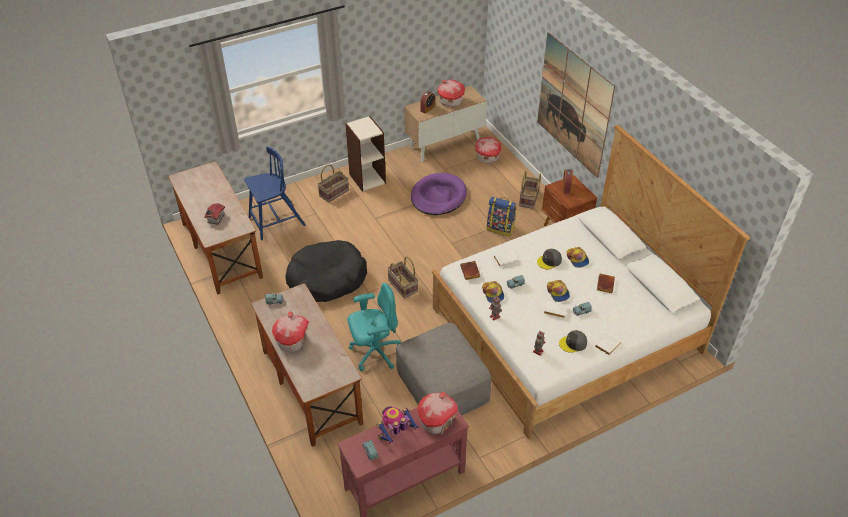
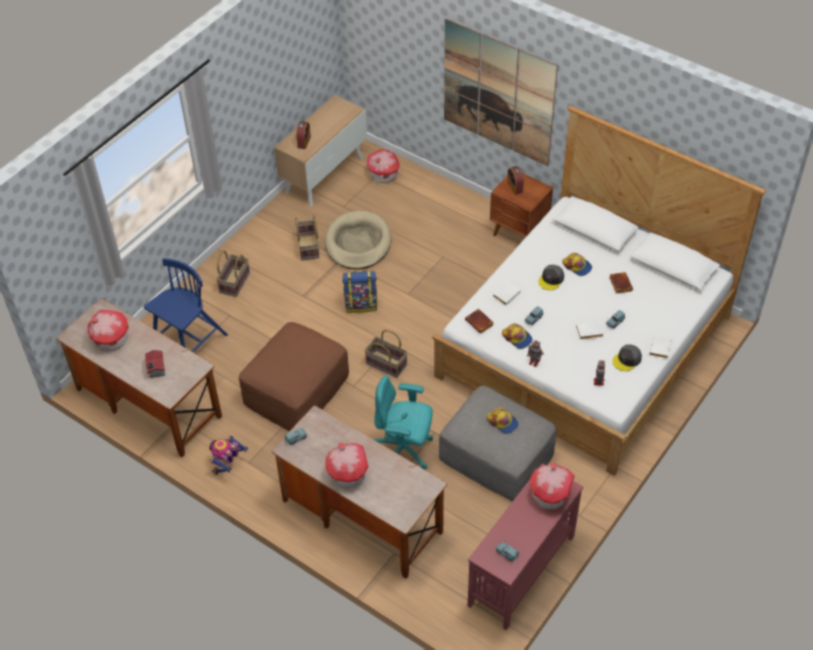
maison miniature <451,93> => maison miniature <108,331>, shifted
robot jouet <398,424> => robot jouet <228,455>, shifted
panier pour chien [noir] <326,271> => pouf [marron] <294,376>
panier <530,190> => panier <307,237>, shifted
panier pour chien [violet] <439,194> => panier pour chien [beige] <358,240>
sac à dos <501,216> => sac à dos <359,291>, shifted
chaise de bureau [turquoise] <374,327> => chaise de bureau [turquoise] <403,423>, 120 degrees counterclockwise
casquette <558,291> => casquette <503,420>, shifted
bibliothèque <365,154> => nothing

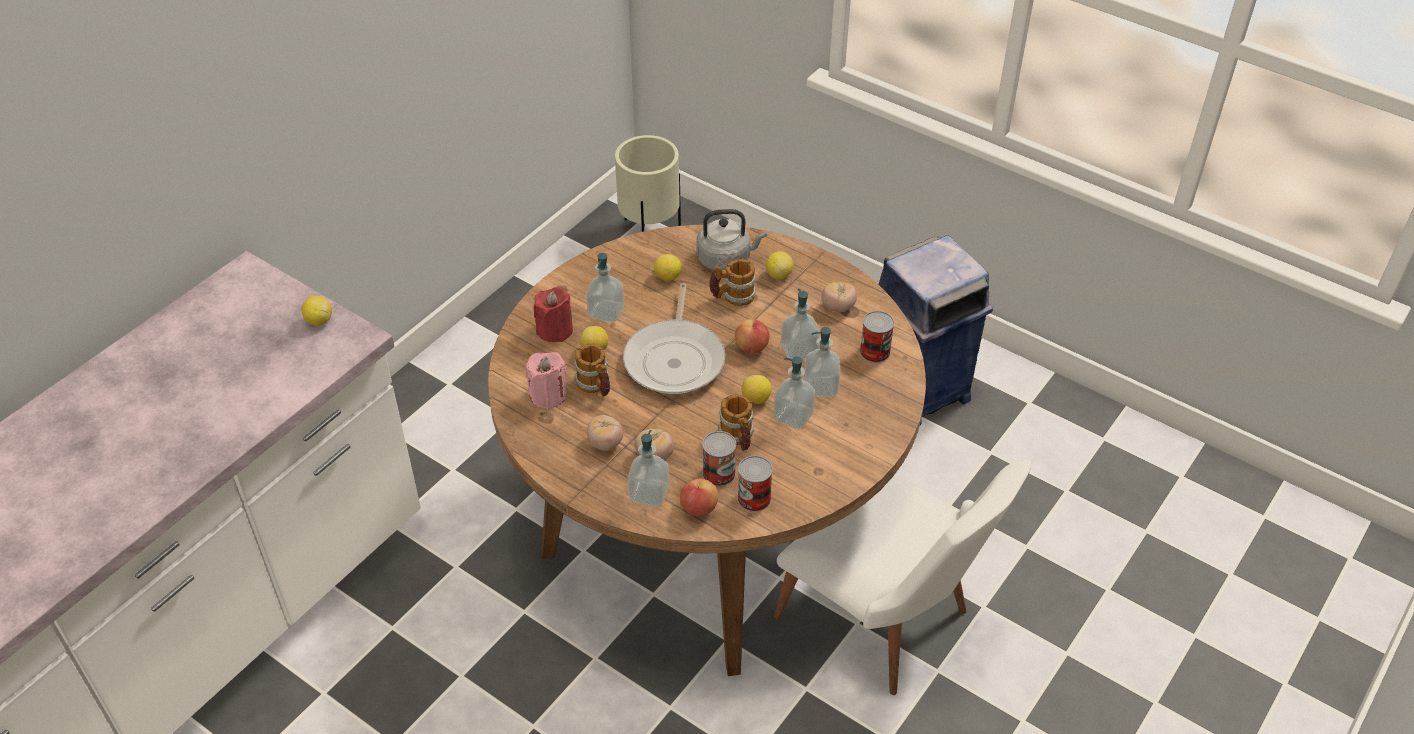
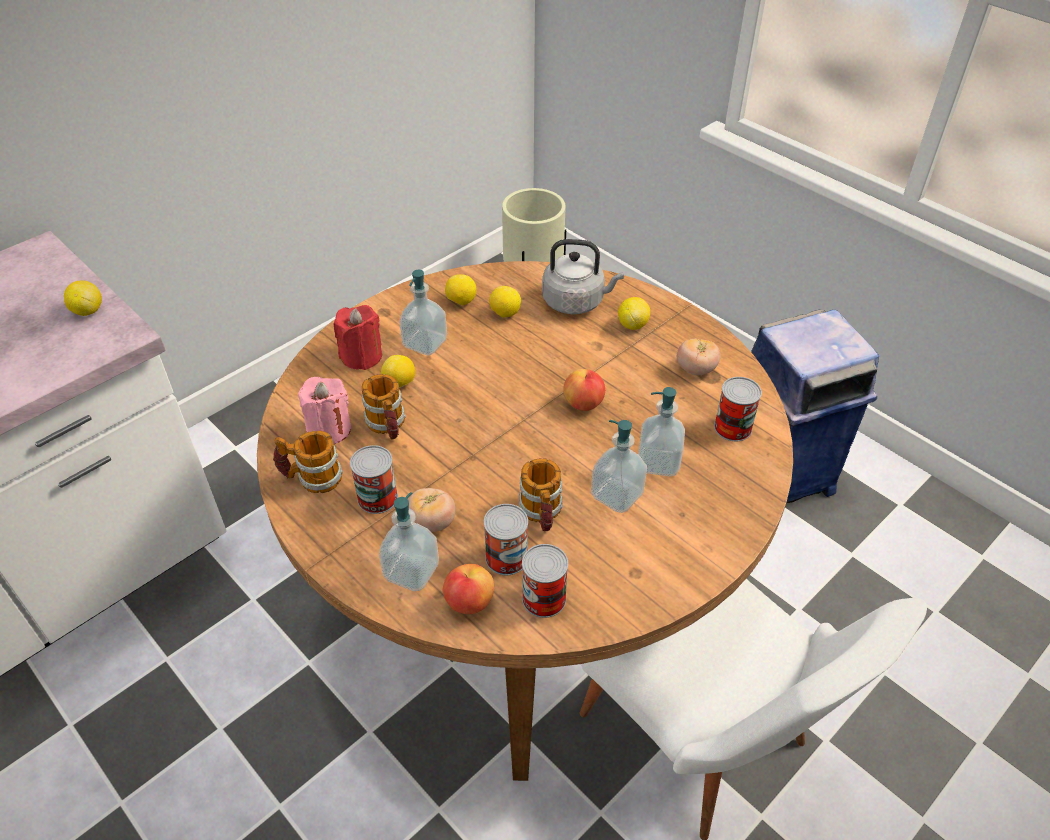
mug <732,282> => mug <308,462>, shifted
tomate <605,433> => boîte métallique <374,479>
citron <757,389> => citron <461,289>, shifted
poêle <674,338> => nothing
distributeur de savon <800,325> => nothing

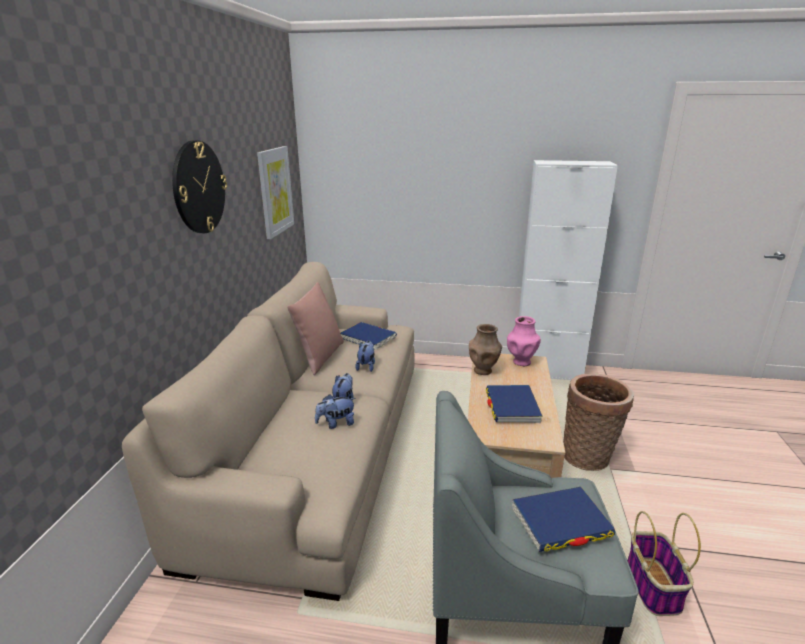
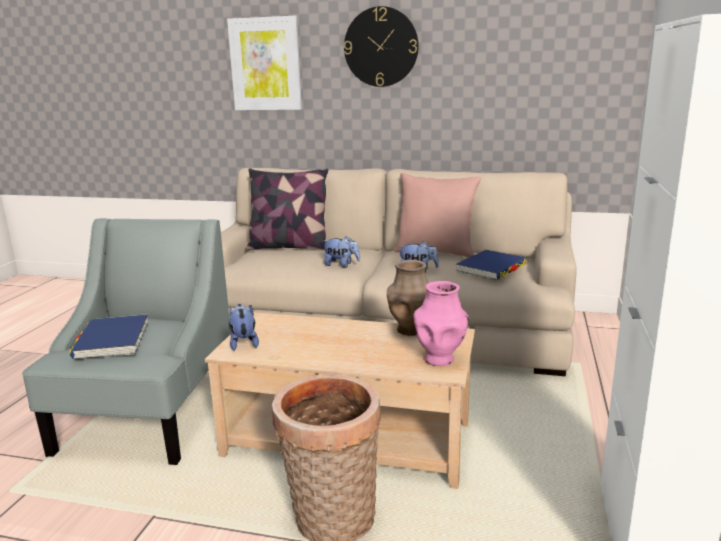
tableau <275,192> => tableau <264,63>, shifted
peluche <335,411> => peluche <244,327>, shifted
nothing => coussin <287,209>
livre [bleu] <514,404> => nothing
panier <664,563> => nothing

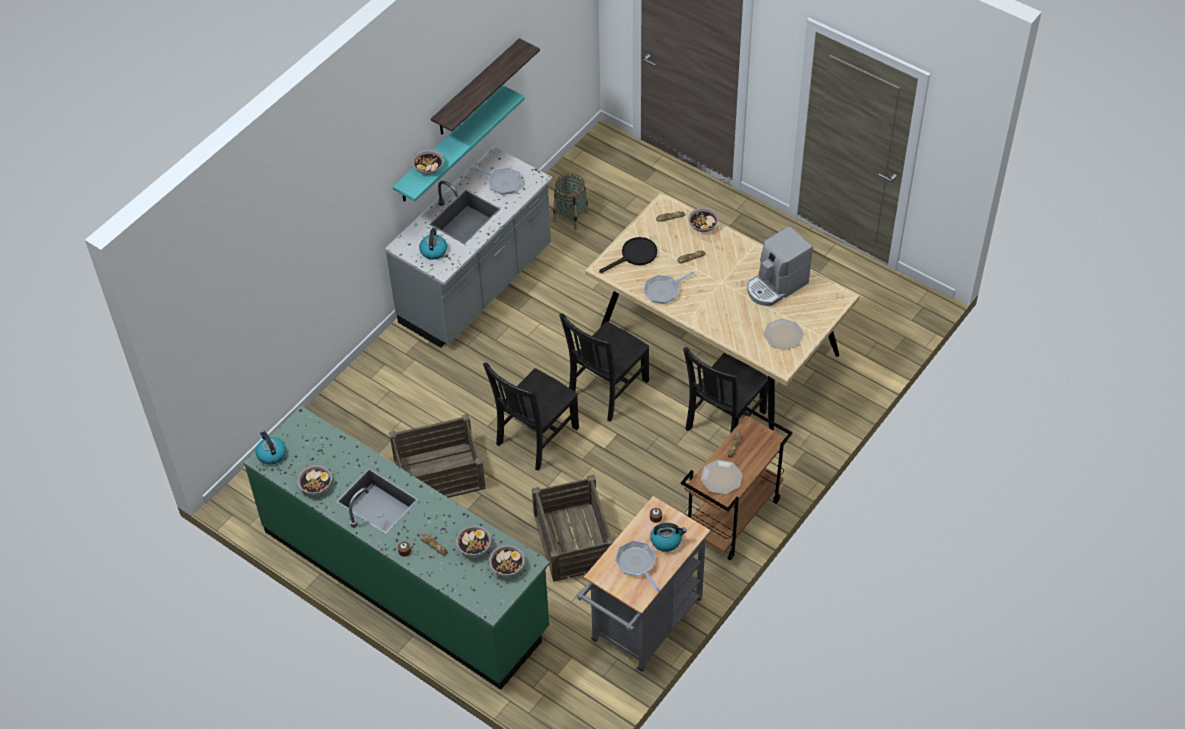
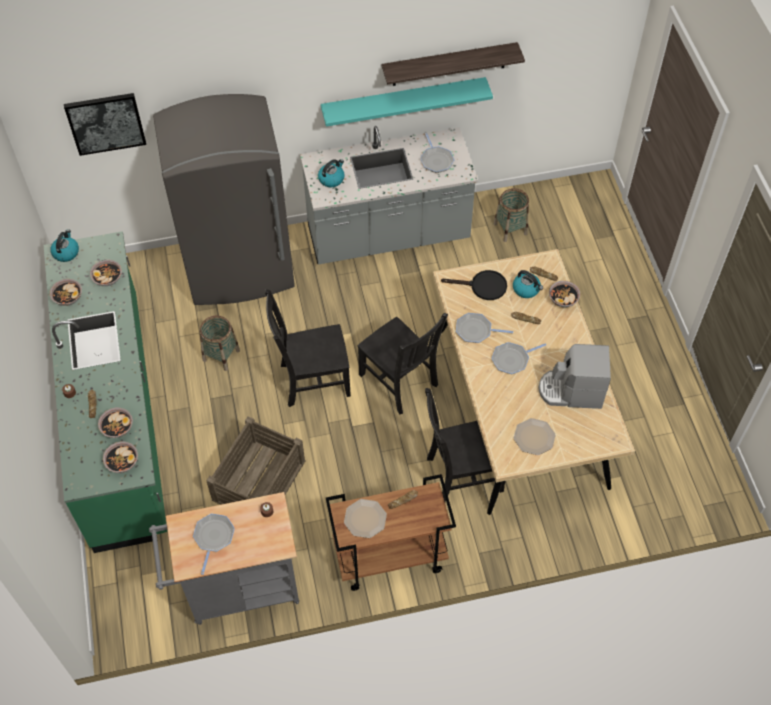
nothing => tableau <105,124>
bol <428,162> => bol <106,273>, shifted
nothing => réfrigérateur [gris] <224,199>
caisse <437,456> => panier <220,343>
chaise [noir] <604,367> => chaise [noir] <402,363>, 120 degrees counterclockwise
nothing => poêle <518,358>
bouilloire <668,537> => bouilloire <528,284>, shifted

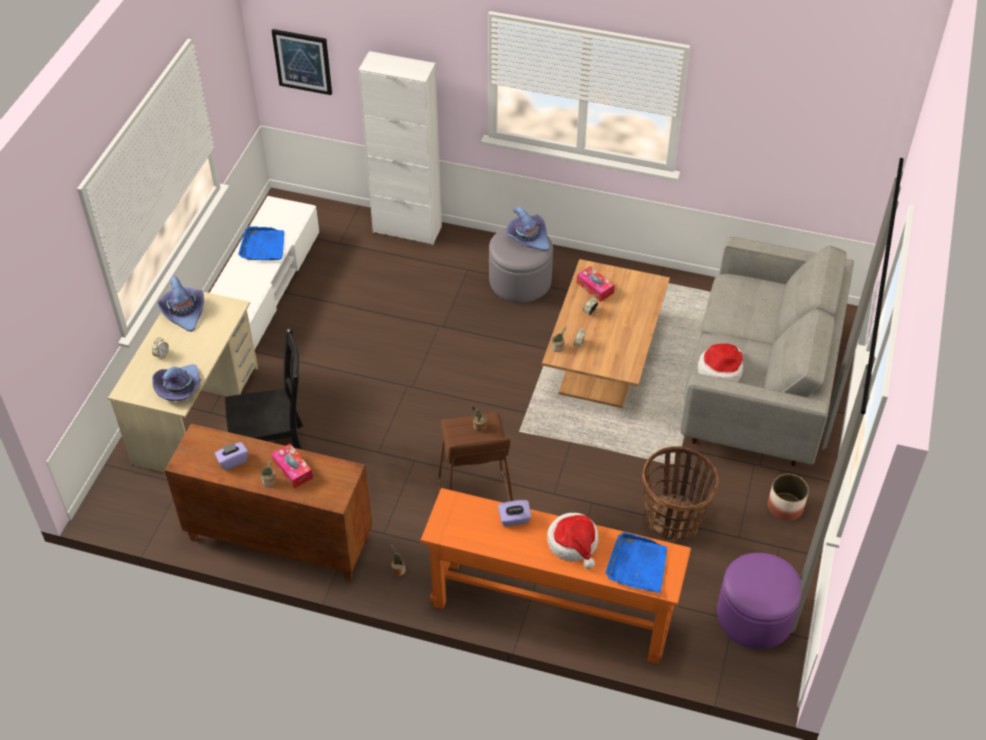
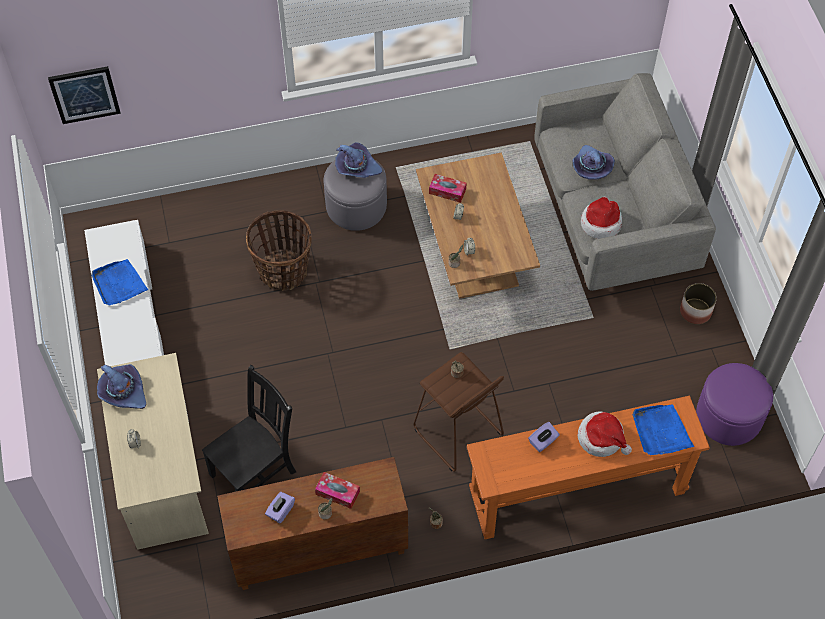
panier <680,494> => panier <279,250>, shifted
chapeau [violet] <176,382> => chapeau [violet] <594,162>, shifted
meuble de rangement [blanc] <400,148> => nothing

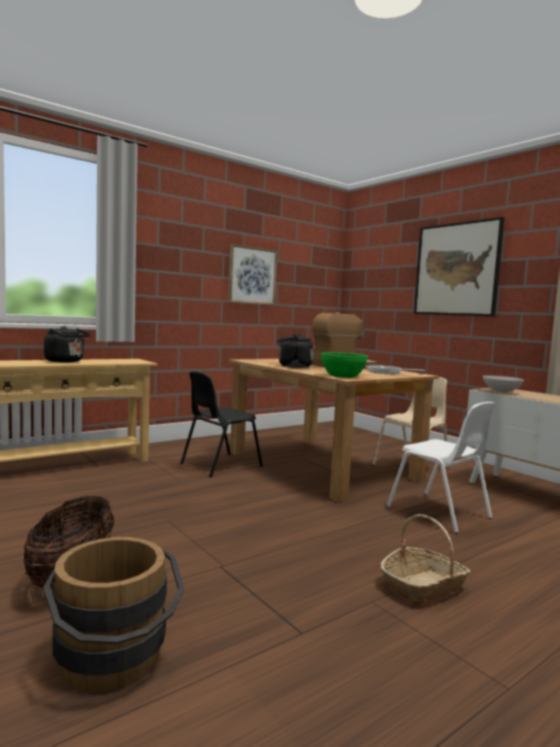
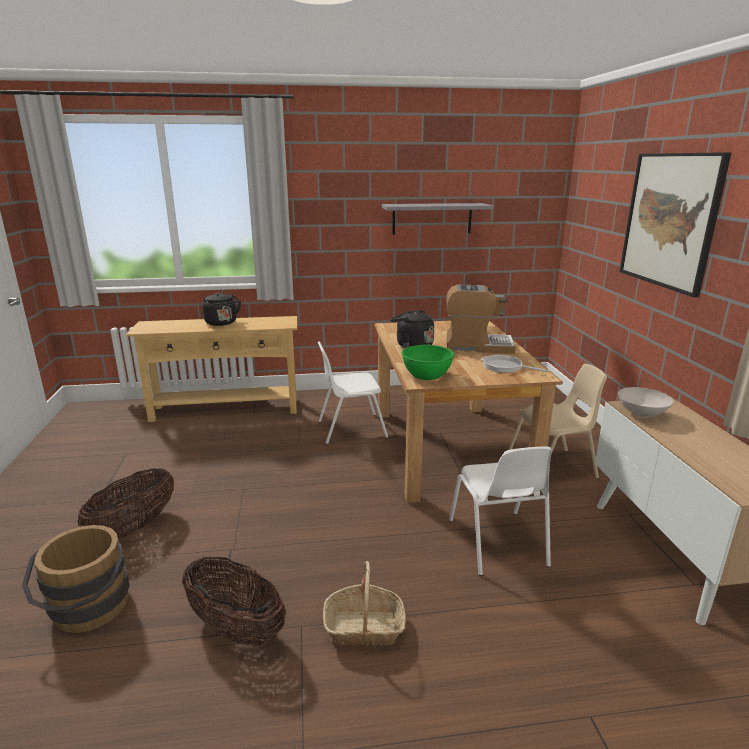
nothing => panier <234,601>
chaise [noir] <221,424> => chaise [blanc] <352,392>
tableau <252,274> => étagère [gris] <438,219>

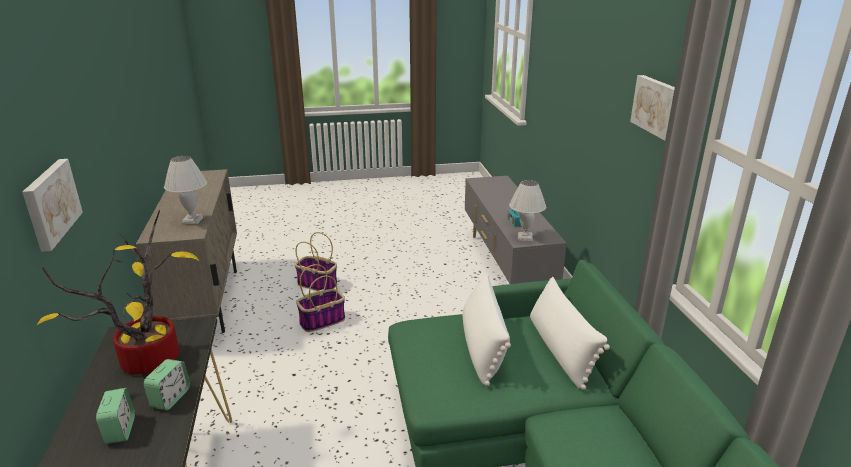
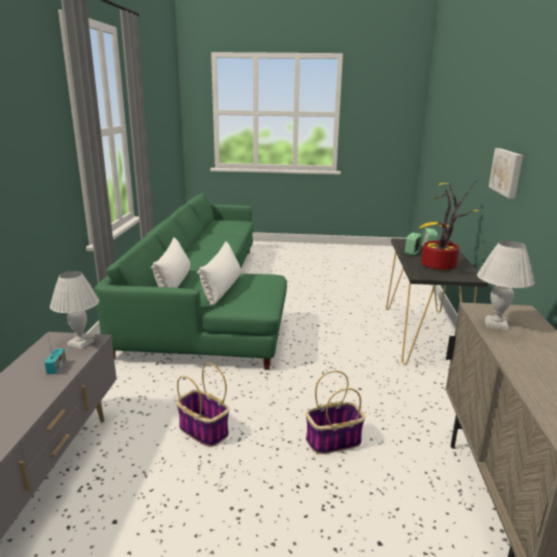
panier <316,261> => panier <202,405>, shifted
tableau <652,108> => nothing

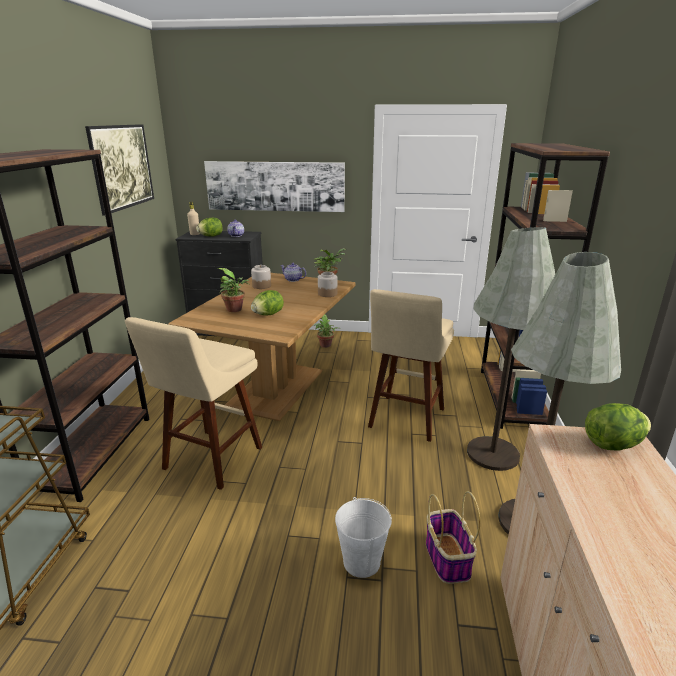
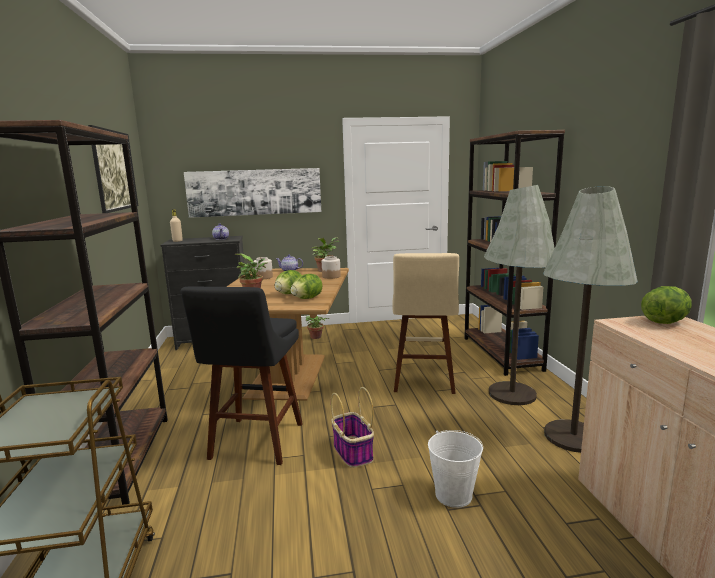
tabouret [beige] <193,403> => tabouret [noir] <242,375>
laitue <209,227> => laitue <306,286>, shifted
panier <453,537> => panier <352,427>, shifted

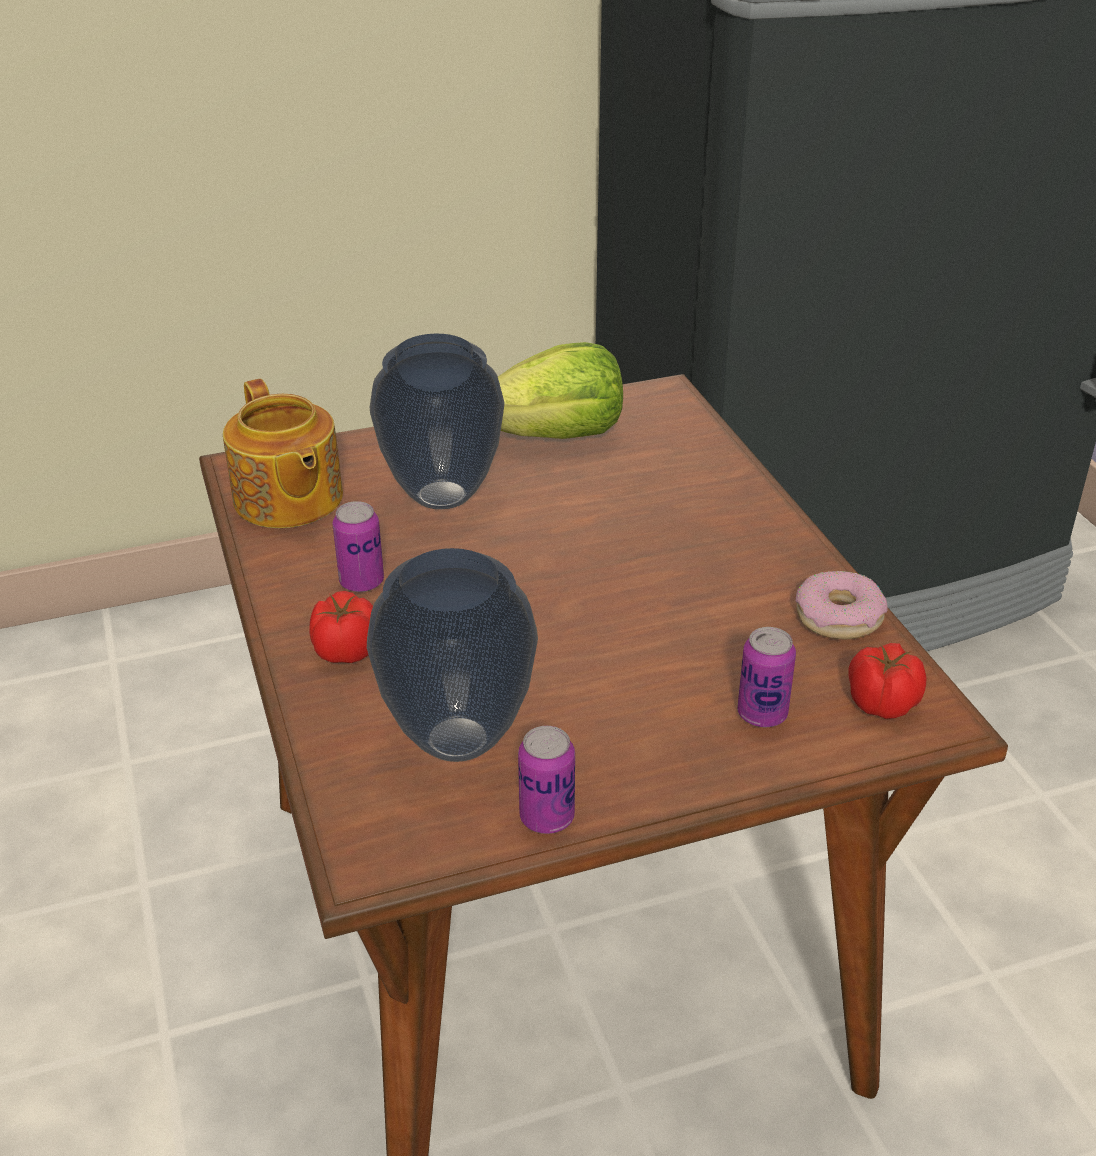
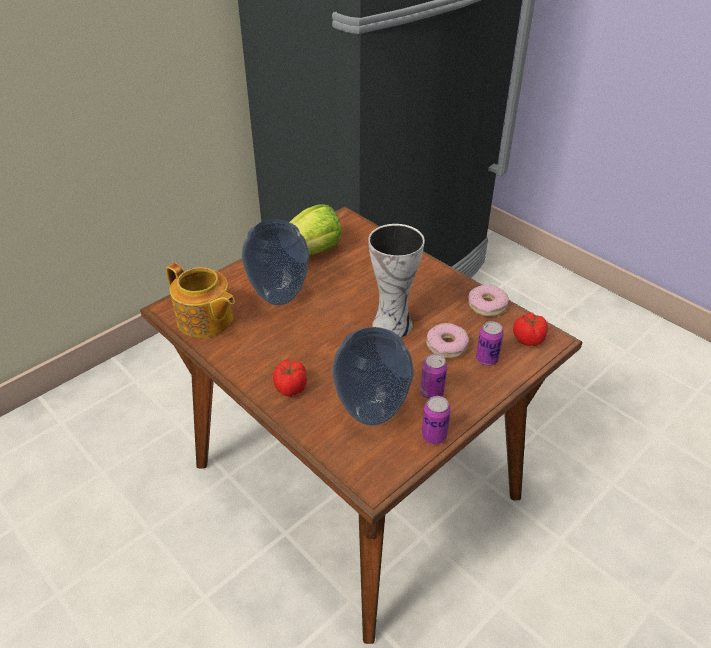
nothing => vase <396,281>
boîte métallique <358,546> => boîte métallique <433,376>, shifted
nothing => beignet <447,340>

